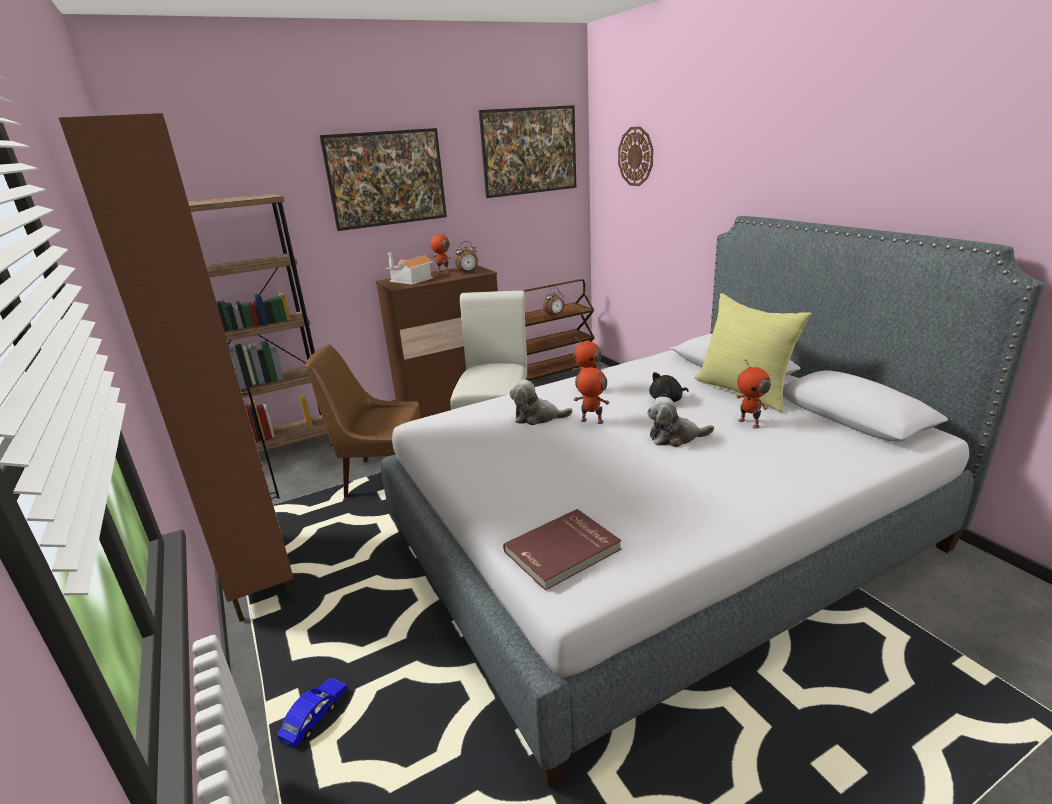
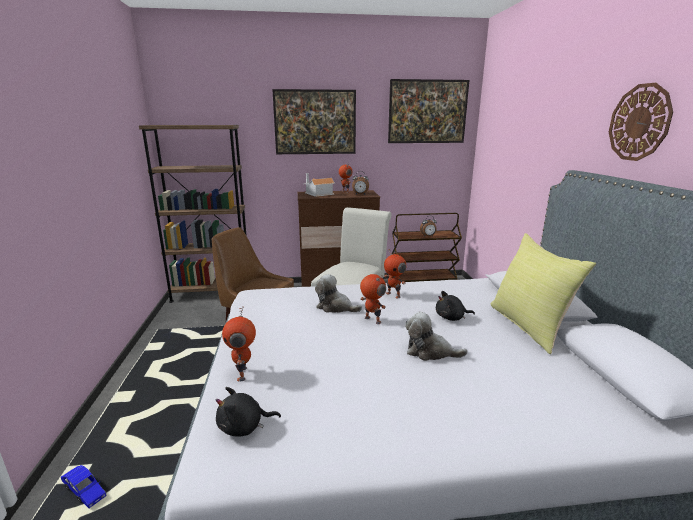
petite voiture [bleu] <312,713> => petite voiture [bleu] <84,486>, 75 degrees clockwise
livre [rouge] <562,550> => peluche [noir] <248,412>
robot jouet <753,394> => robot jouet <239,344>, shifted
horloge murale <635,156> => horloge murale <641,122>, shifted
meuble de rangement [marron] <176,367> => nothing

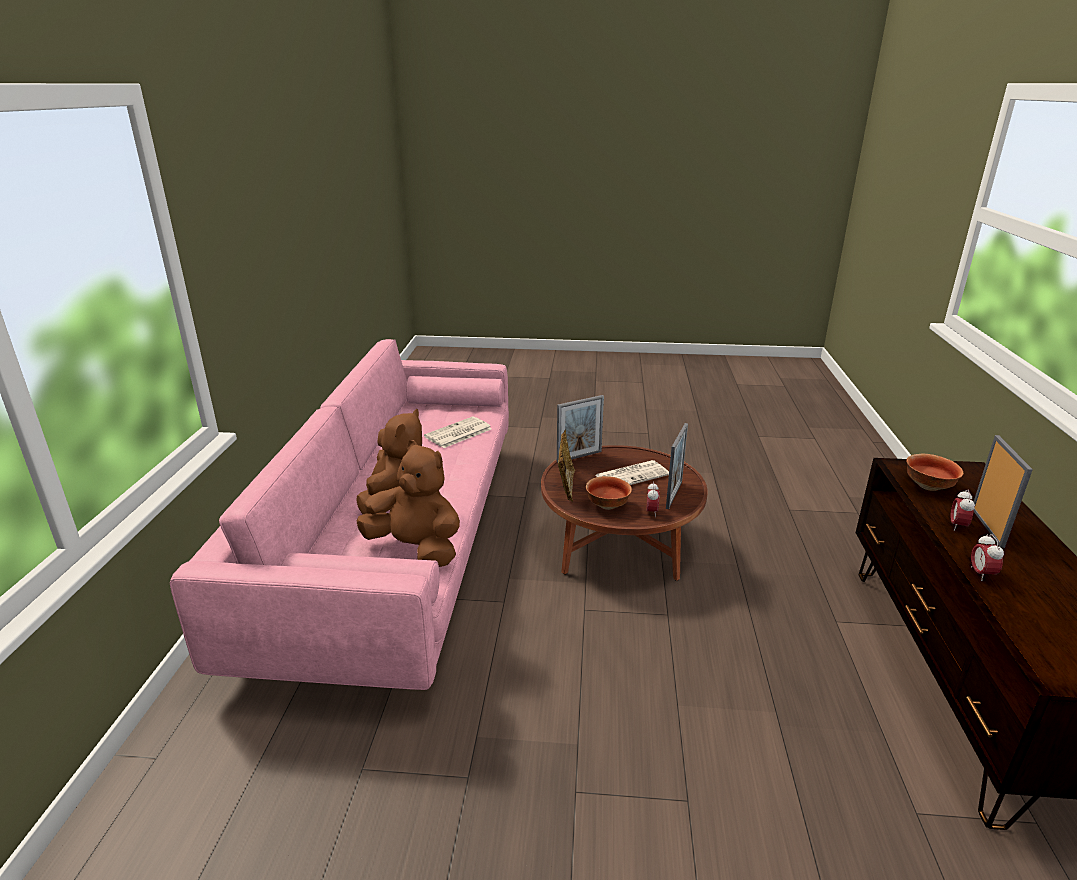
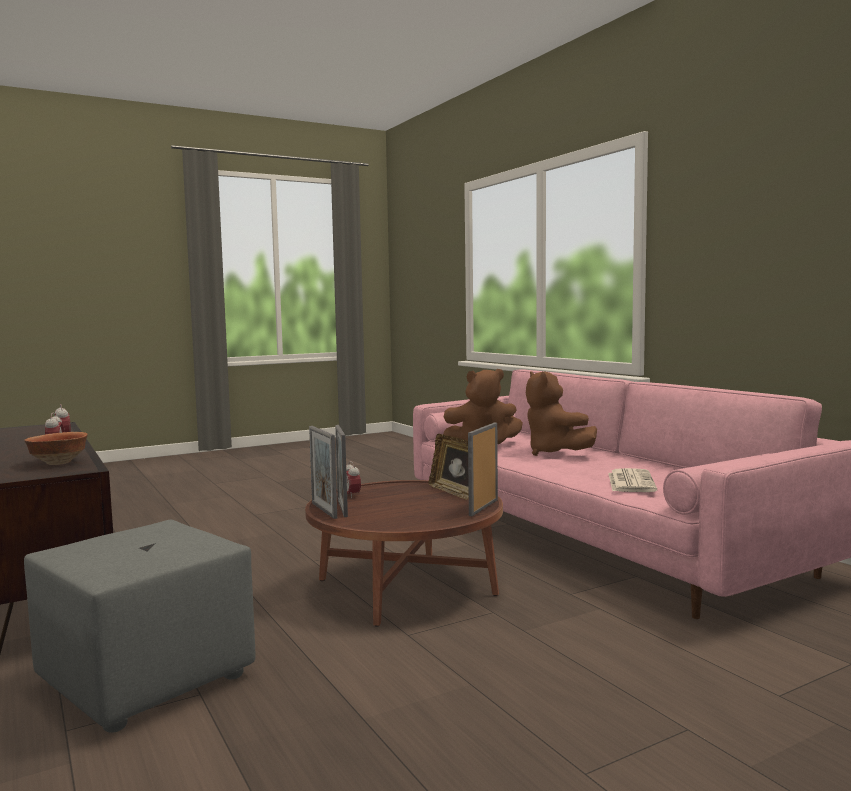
nothing => pouf [gris] <140,626>
cadre photo <1003,491> => cadre photo <323,472>, shifted
bol <609,493> => nothing
journal <632,472> => nothing

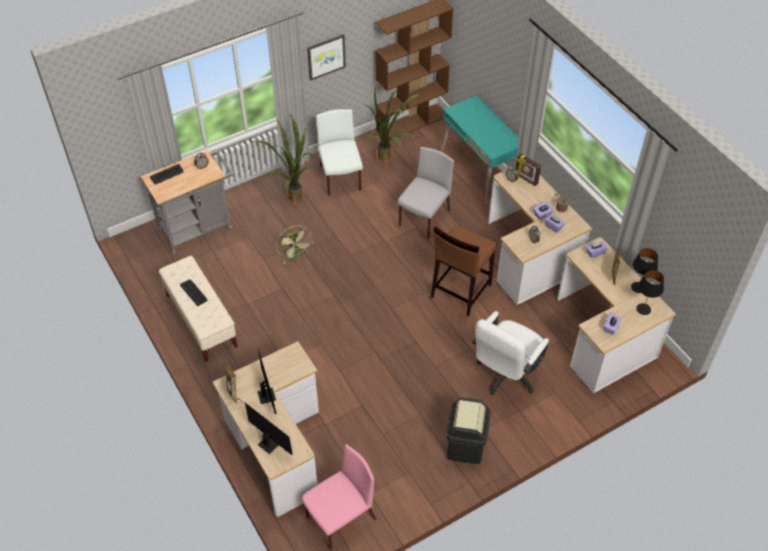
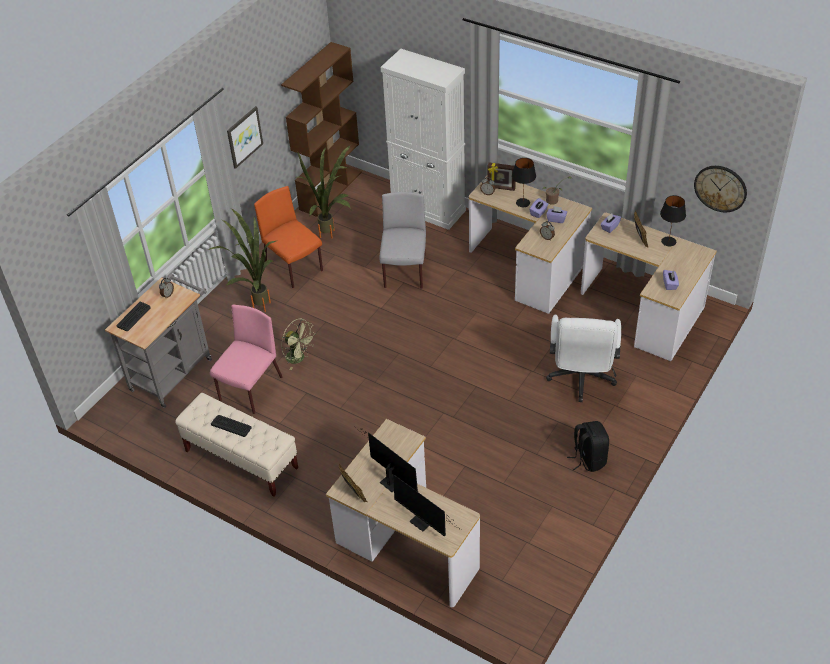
chaise [rose] <338,497> => chaise [rose] <246,359>, shifted
chaise [blanc] <339,152> => chaise [orange] <288,237>
bureau [turquoise] <479,150> => meuble de rangement [blanc] <423,139>
écran d'ordinateur <265,426> => écran d'ordinateur <426,505>, 150 degrees counterclockwise
lampe de table [noir] <650,292> => lampe de table [noir] <524,182>, shifted
poubelle [noir] <468,431> => sac à dos [noir] <588,446>
nothing => horloge murale <720,189>
tabouret [marron] <464,270> => nothing

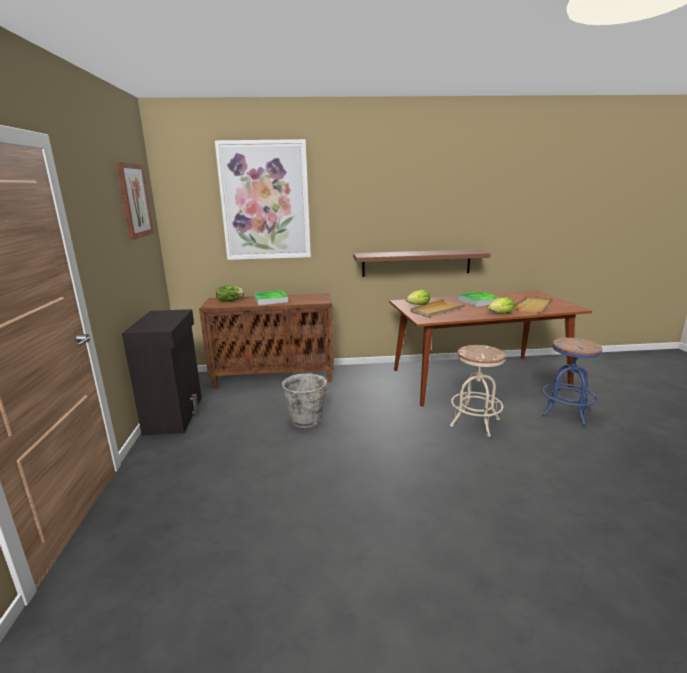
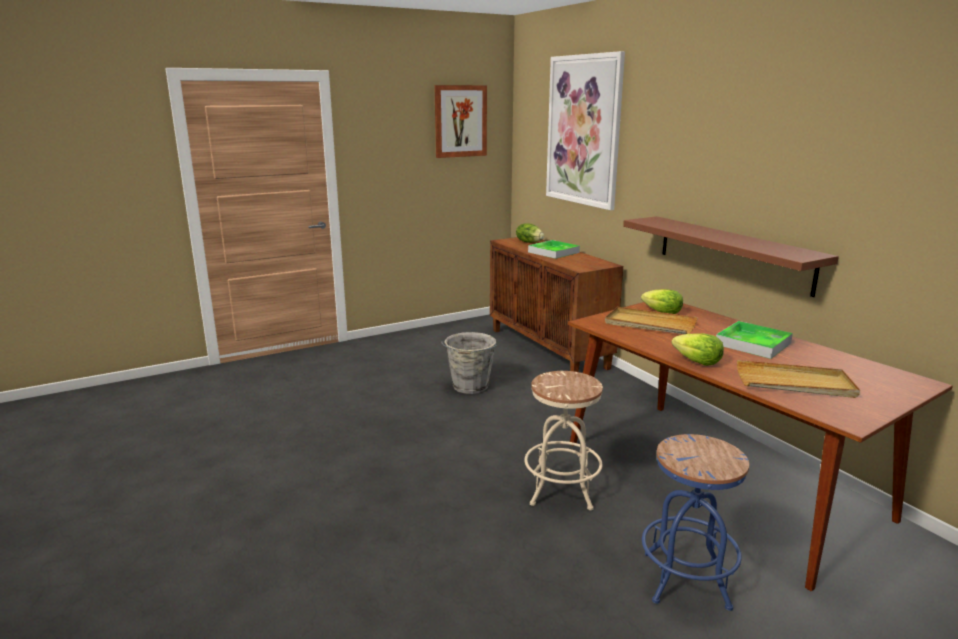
meuble de rangement [noir] <162,372> => nothing

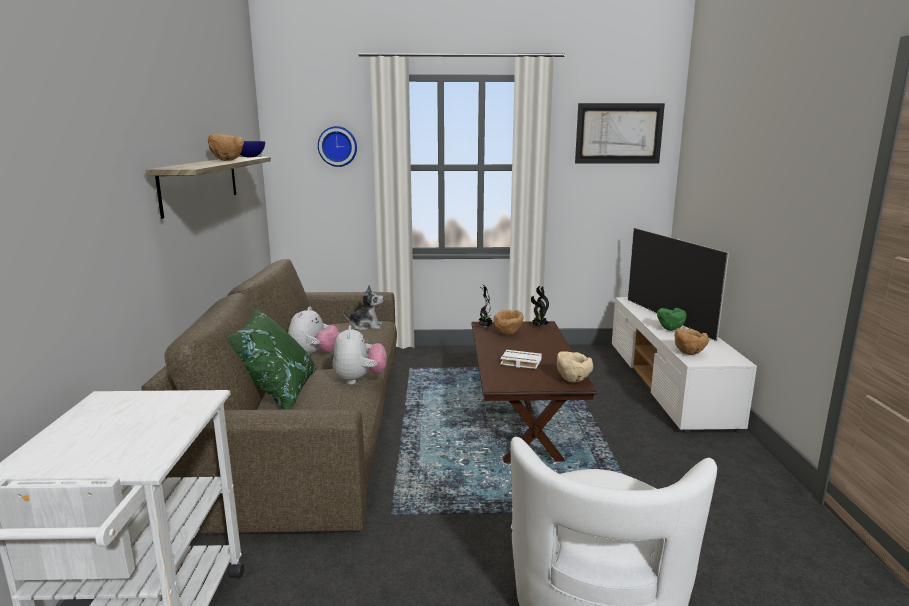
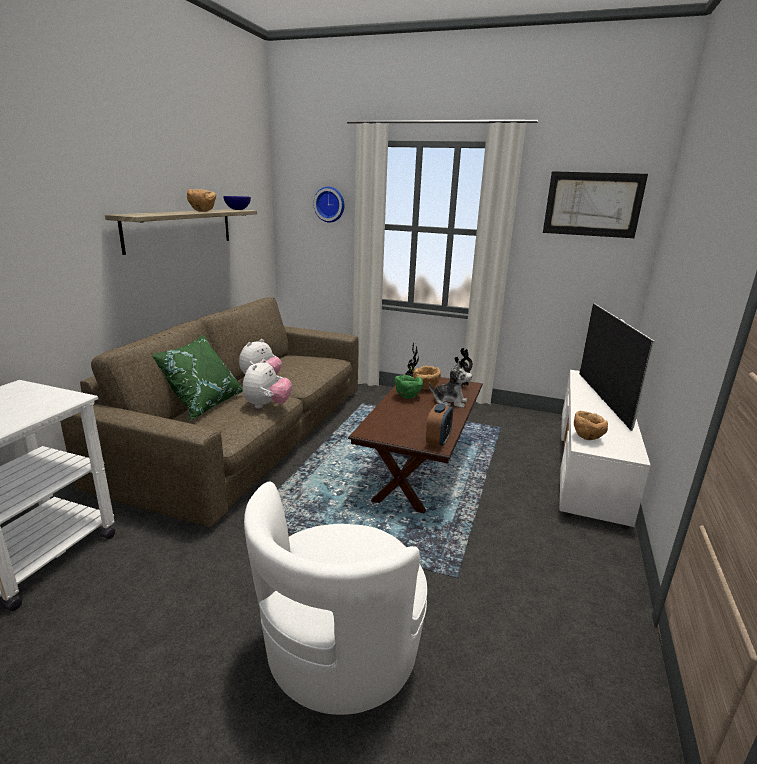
bol [vert] <672,319> => bol [vert] <409,387>, shifted
bol [beige] <575,367> => réveil <439,425>
peluche <363,307> => peluche <450,384>, shifted
livre [blanc] <521,359> => nothing

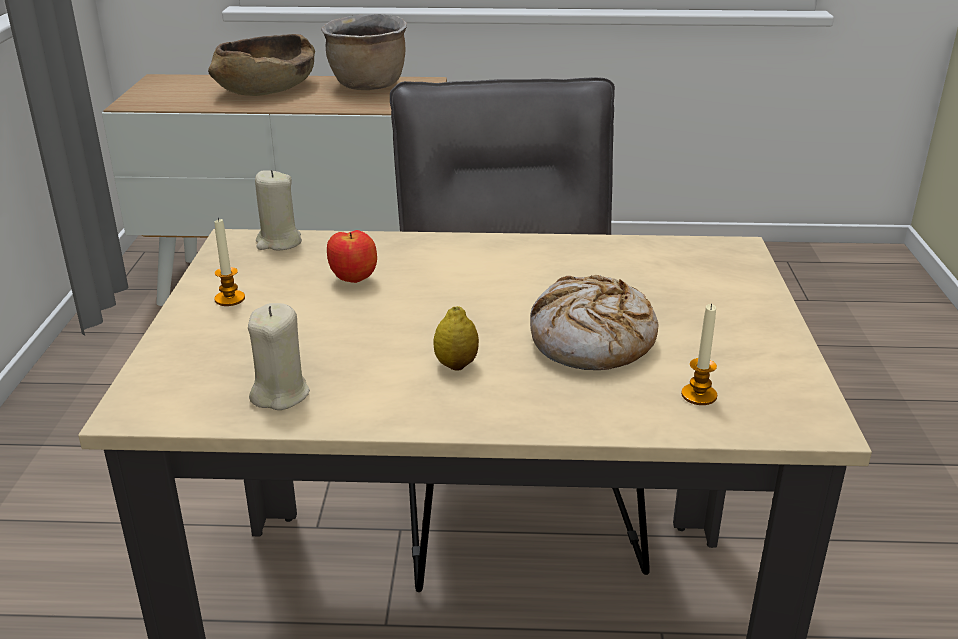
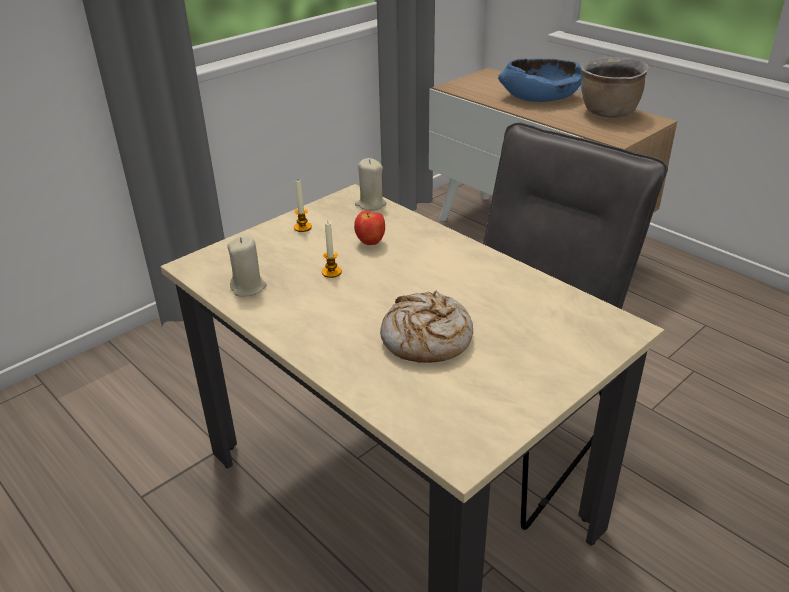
bougie <699,354> => bougie <332,249>, shifted
bol [marron] <261,65> => bol [bleu] <540,80>
citron <456,338> => nothing

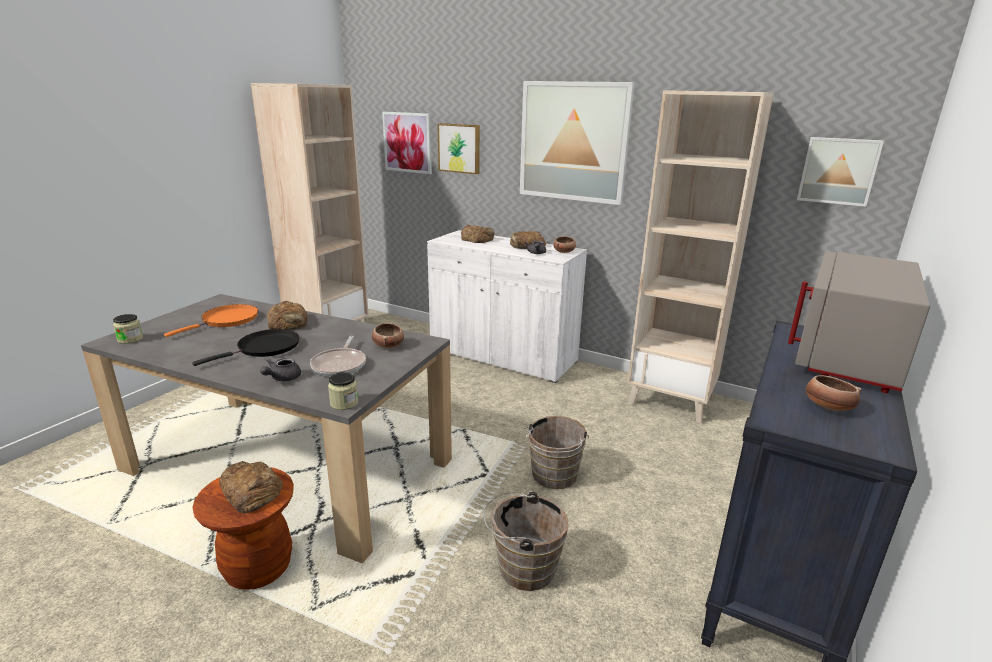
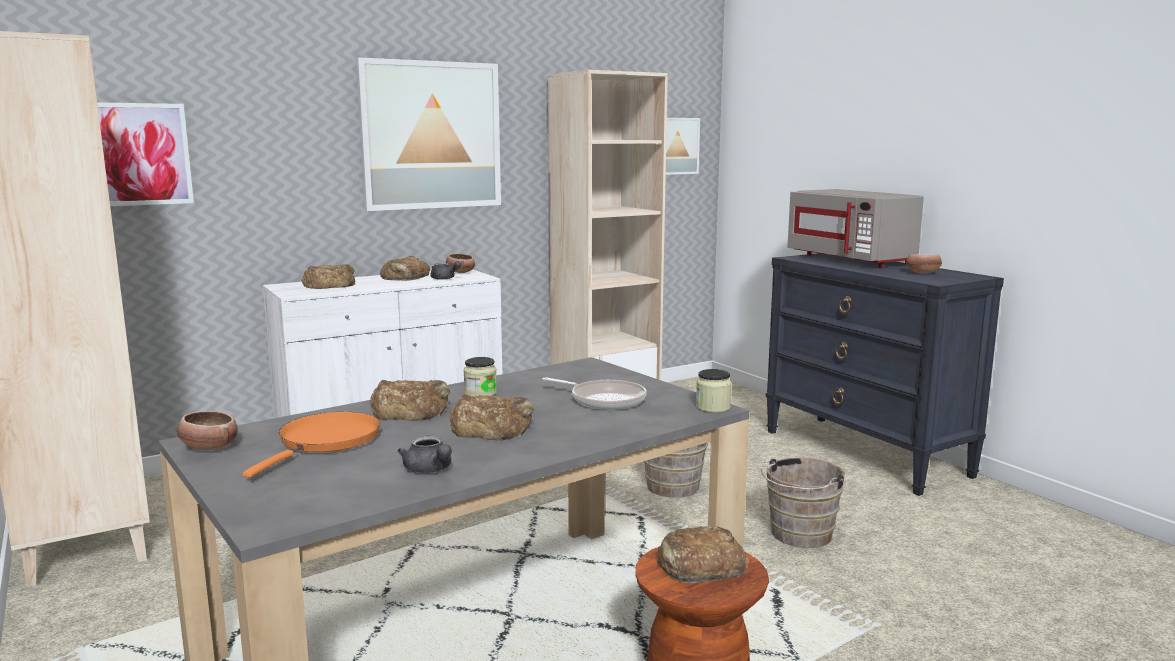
bol <388,335> => bol <207,430>, shifted
poêle [orange] <211,320> => poêle [orange] <311,444>, 45 degrees clockwise
théière [gris] <280,369> => théière [gris] <424,454>, shifted
poêle [noir] <245,347> => pain <491,417>
bocal <128,329> => bocal <480,376>, shifted
tableau <459,148> => nothing

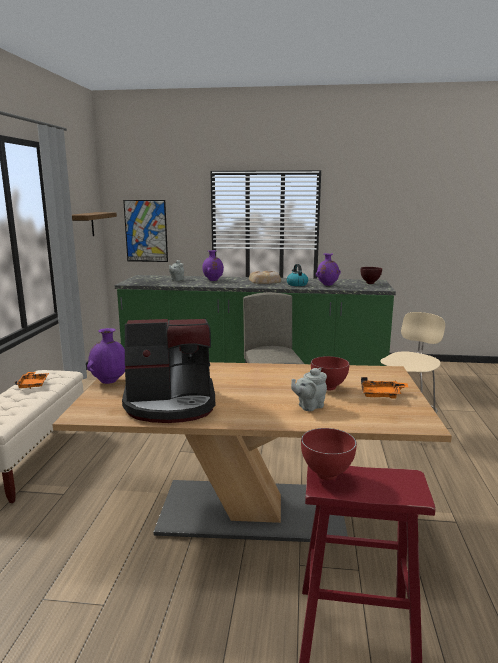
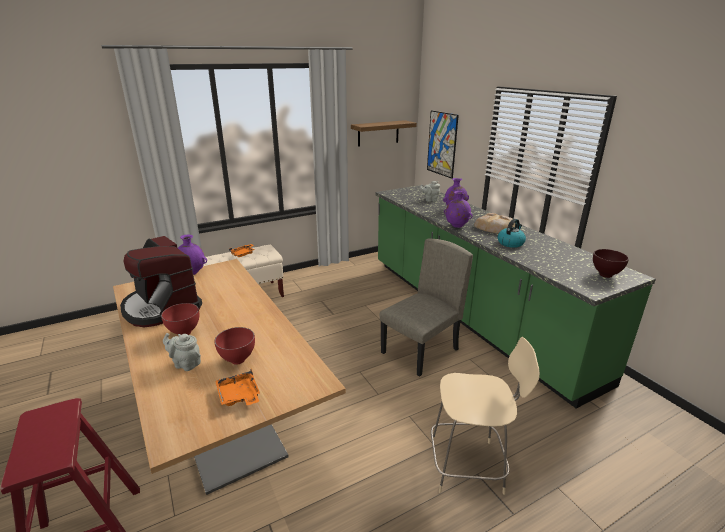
bol [rouge] <329,454> => bol [rouge] <180,319>, shifted
vase [violet] <328,269> => vase [violet] <458,209>, shifted

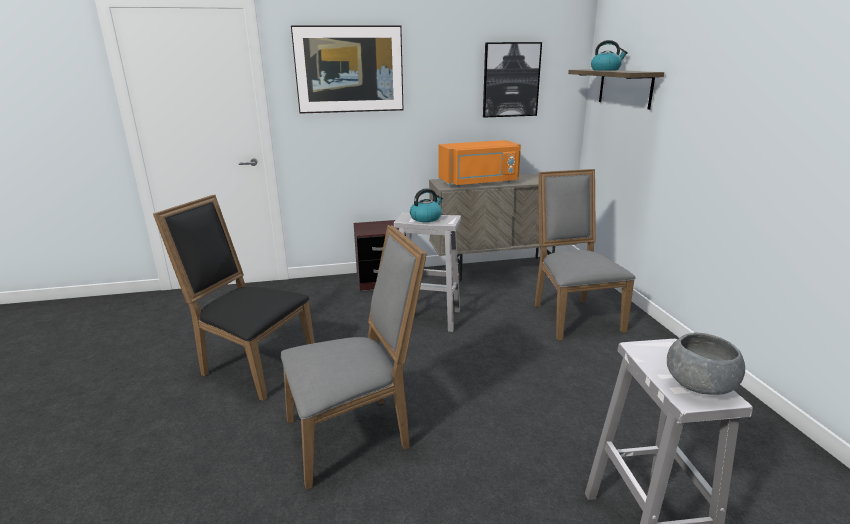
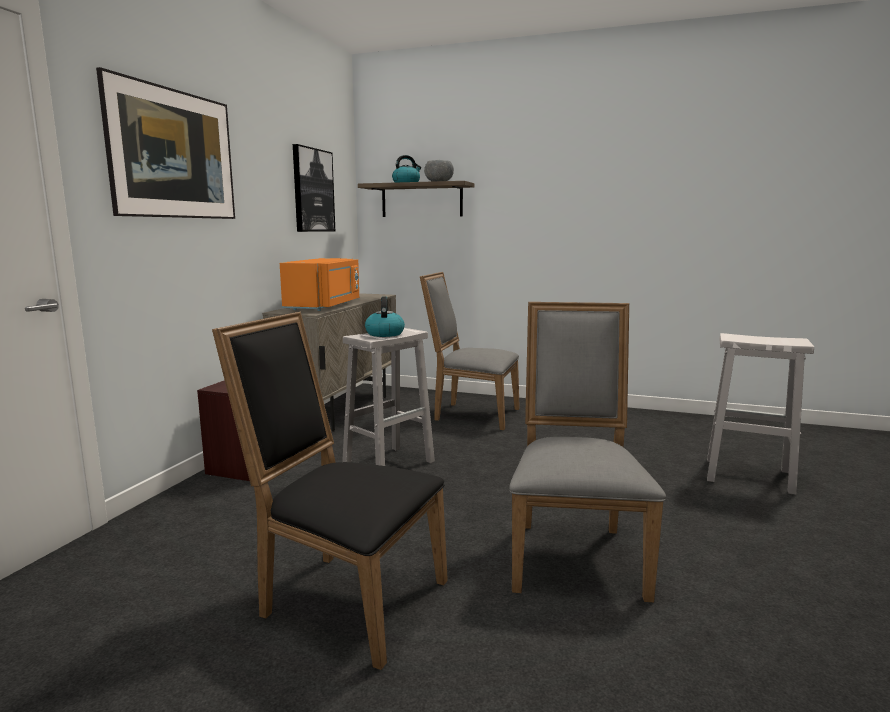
chaise [noir] <234,298> => chaise [noir] <330,491>, 60 degrees clockwise
bol [gris] <706,364> => bol [gris] <439,170>, shifted

